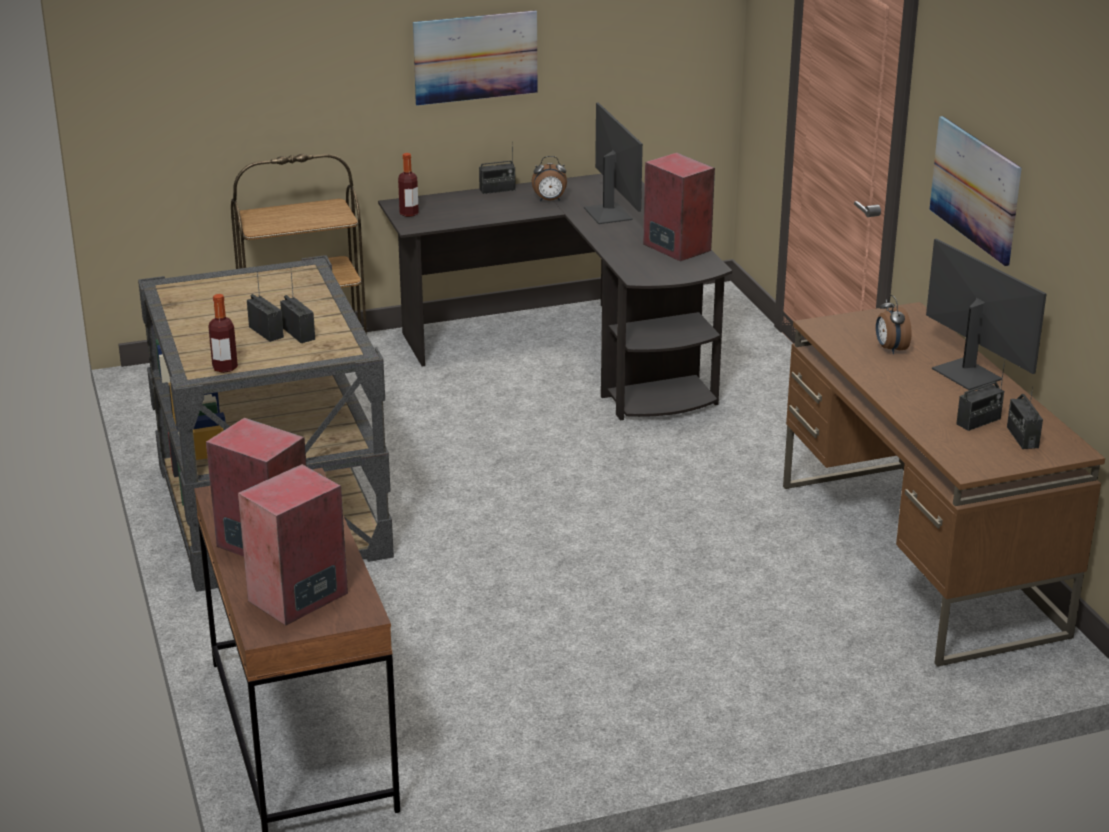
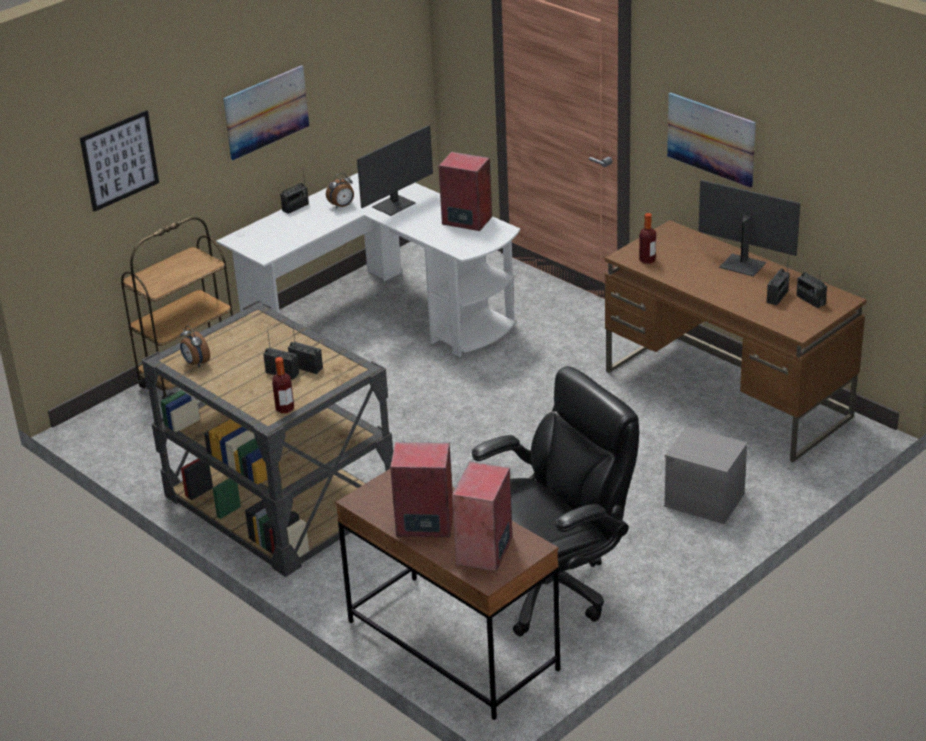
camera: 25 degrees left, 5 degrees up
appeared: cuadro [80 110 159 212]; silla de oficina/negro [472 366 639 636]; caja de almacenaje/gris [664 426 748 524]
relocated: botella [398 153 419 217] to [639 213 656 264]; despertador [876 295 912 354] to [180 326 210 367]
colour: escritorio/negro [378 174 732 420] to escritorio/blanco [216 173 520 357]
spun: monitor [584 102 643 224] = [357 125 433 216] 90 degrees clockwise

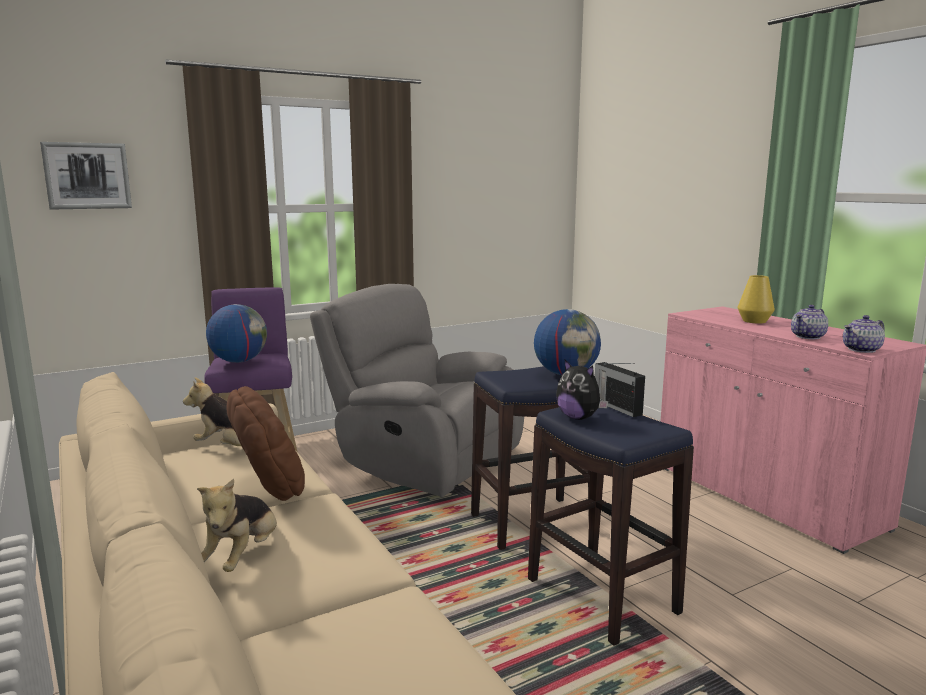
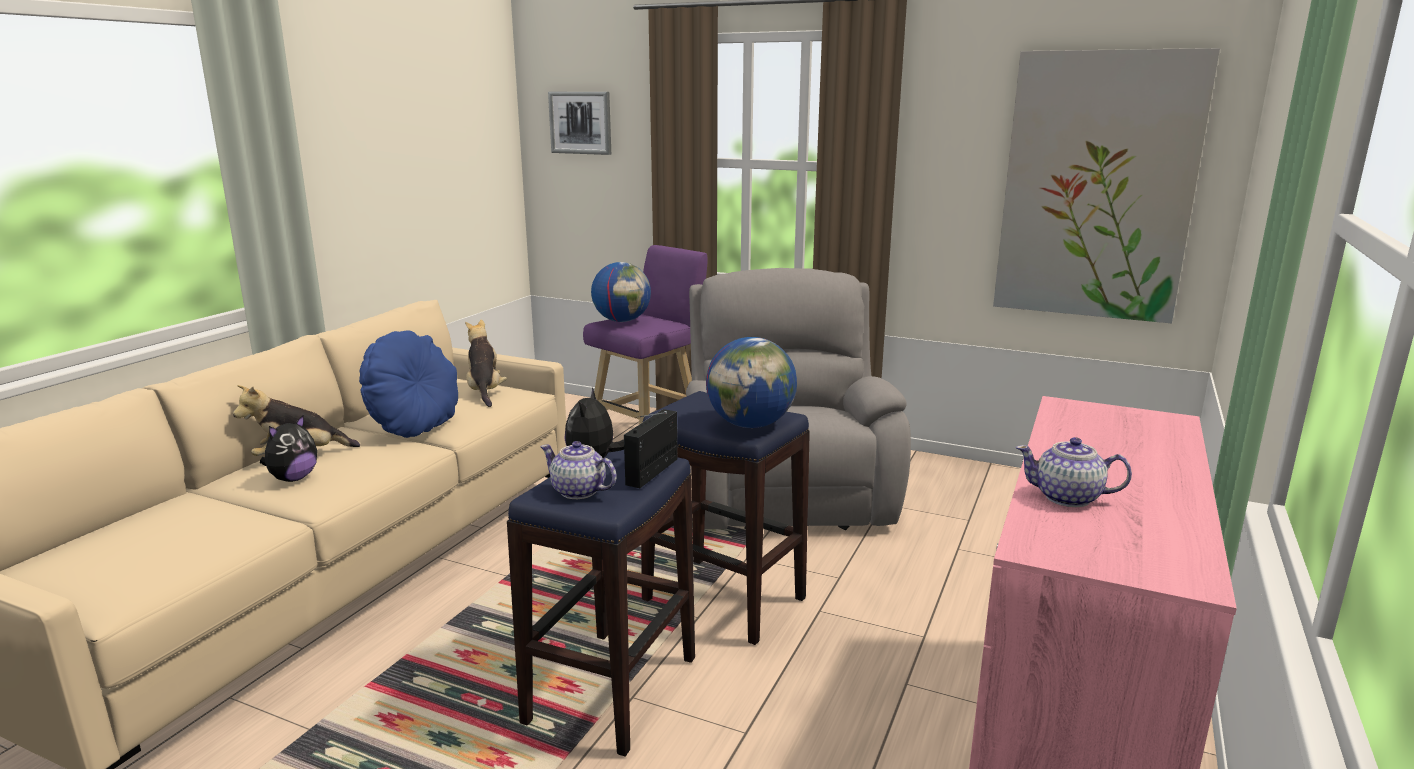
camera: 55 degrees right, 5 degrees up
missing: florero/amarillo [738 275 775 324]
appeared: cuadro [993 48 1220 324]; peluche [260 415 317 482]
relocated: tetera [843 315 885 353] to [540 441 617 499]
colour: cojín/marrón [227 386 305 501] to cojín/azul [359 330 458 438]

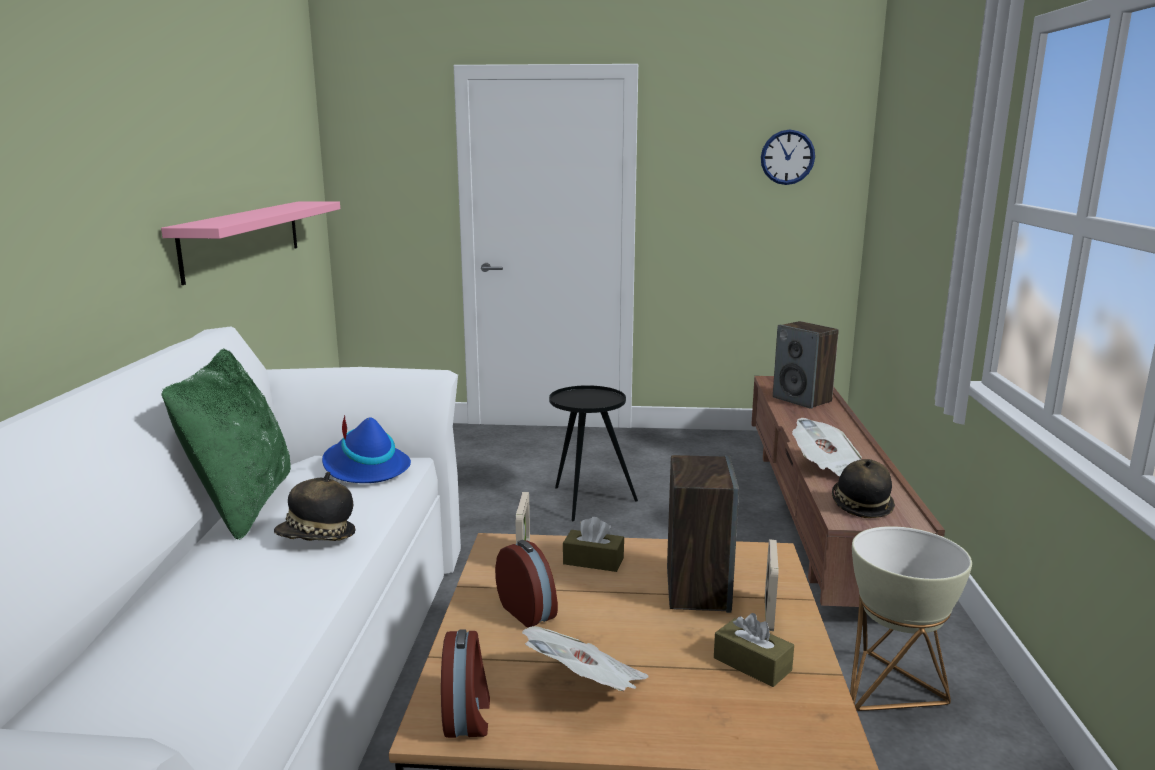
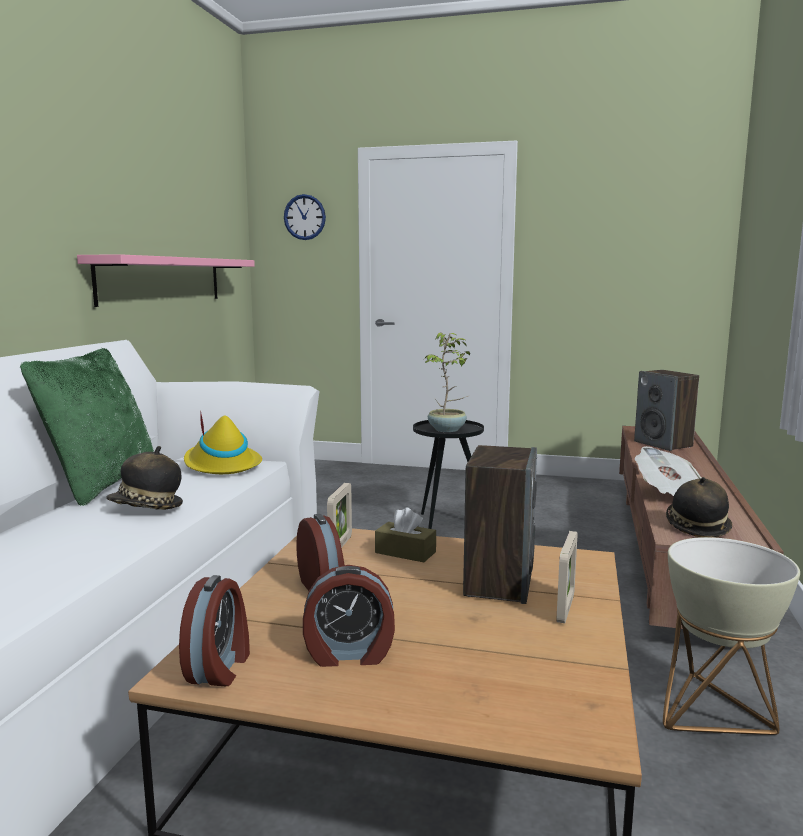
camera: 10 degrees right, 5 degrees down
missing: caja de pañuelos/marrón [714 613 794 687]
appeared: planta en maceta [424 333 470 432]
relocated: reloj de pared [761 129 815 185] to [284 194 326 240]
exchanged: periódico [522 626 649 691] to despertador [303 565 395 667]
colour: sombrero/azul [322 415 411 483] to sombrero/amarillo [184 411 262 474]

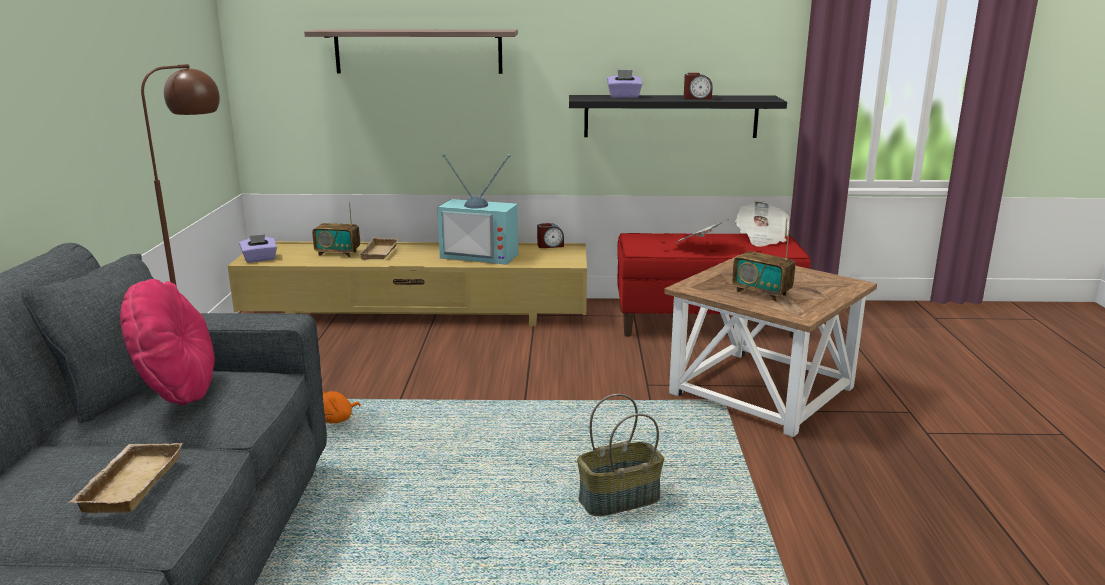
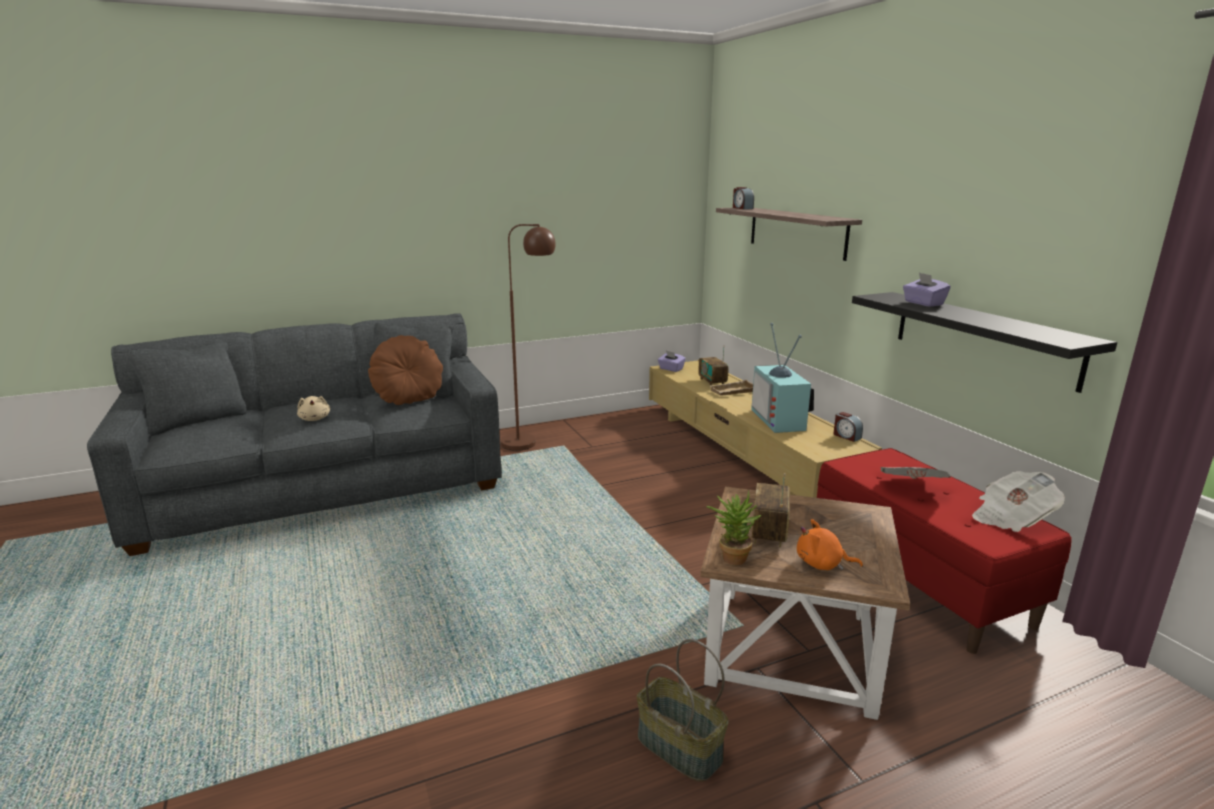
camera: 65 degrees right, 0 degrees up
appeared: planta en maceta [706 491 761 565]
relocated: despertador [684 73 713 99] to [733 187 754 209]; peluche/naranja [323 391 361 423] to [797 519 863 570]; cesta [577 394 664 516] to [637 639 728 782]
exchanged: bandeja/beis [69 443 183 513] to peluche/beis [297 396 330 421]
colour: cojín/rosa [120 279 215 405] to cojín/marrón [368 335 443 405]

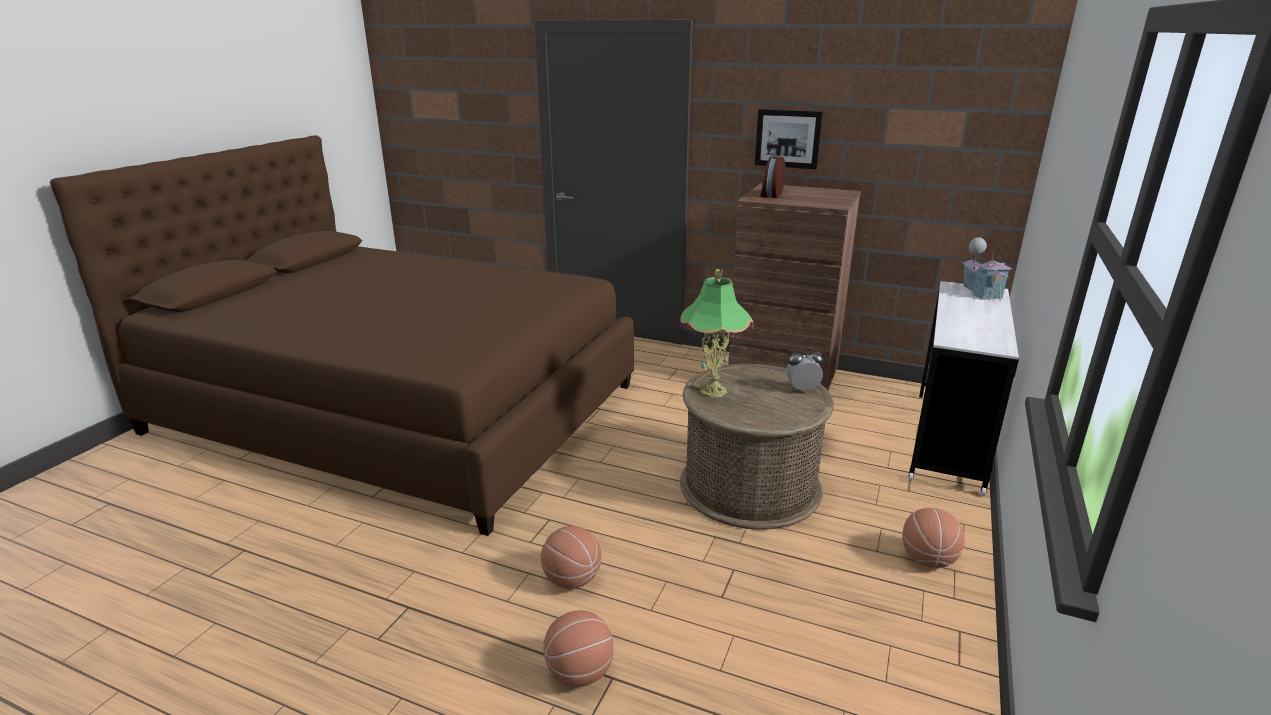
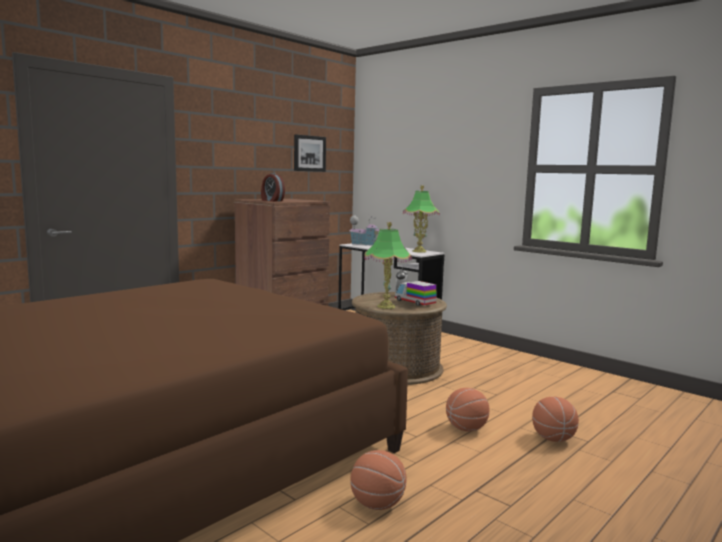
camera: 70 degrees left, 15 degrees down
appeared: lámpara de mesa [403 185 440 253]; camión de juguete [395 281 437 306]
relocated: cuadro [755 109 823 169] to [294 134 326 172]; balón de baloncesto [902 508 964 568] to [350 450 407 510]

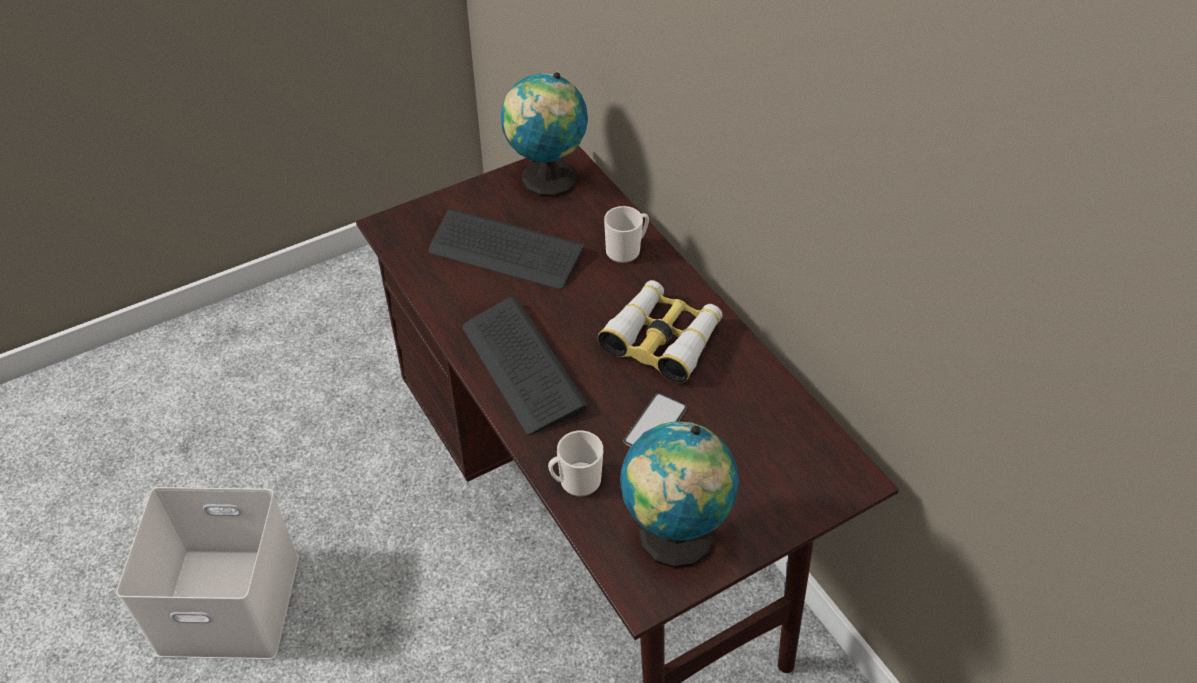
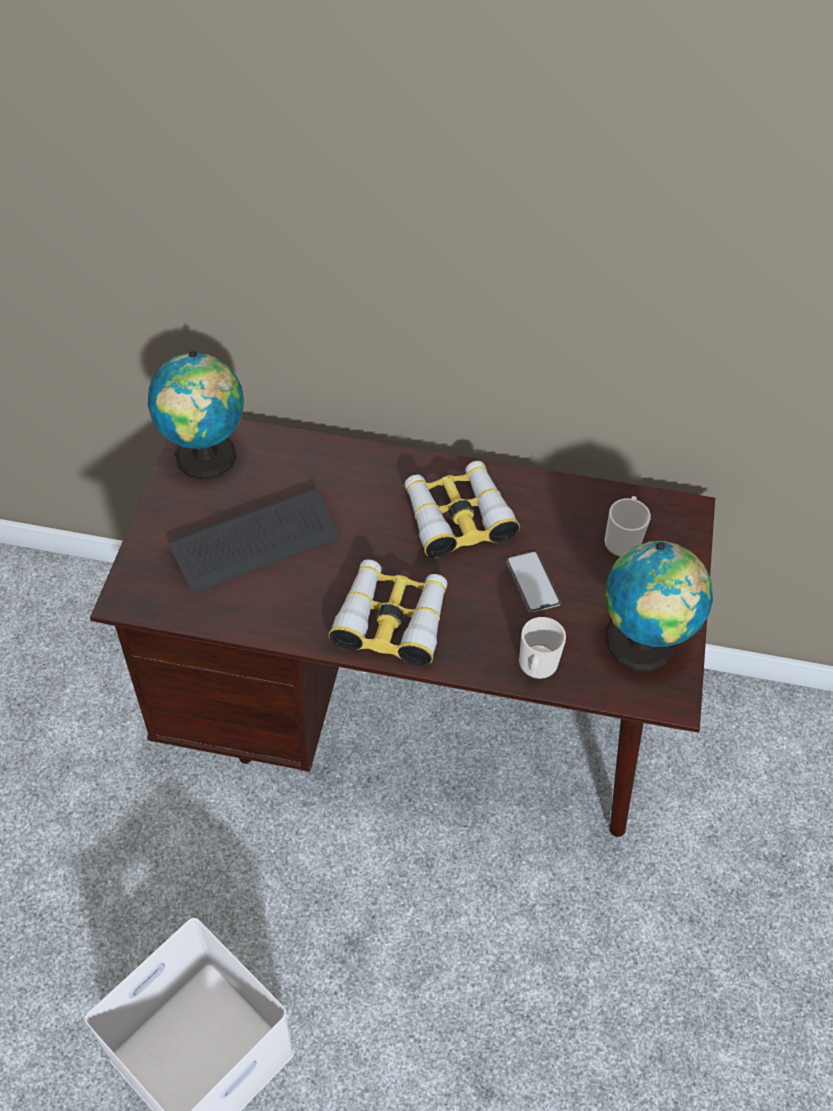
camera: 50 degrees left, 5 degrees up
relocated: taza grande [604 206 649 263] to [604 496 651 557]
exchanged: teclado [462 297 588 435] to prismáticos [329 559 448 666]

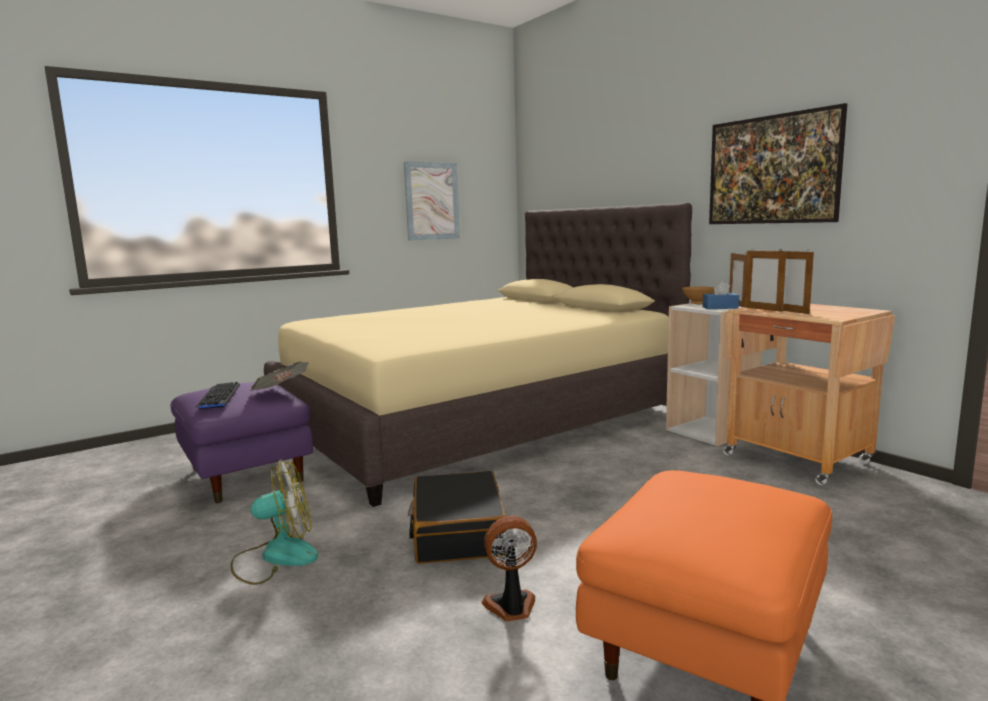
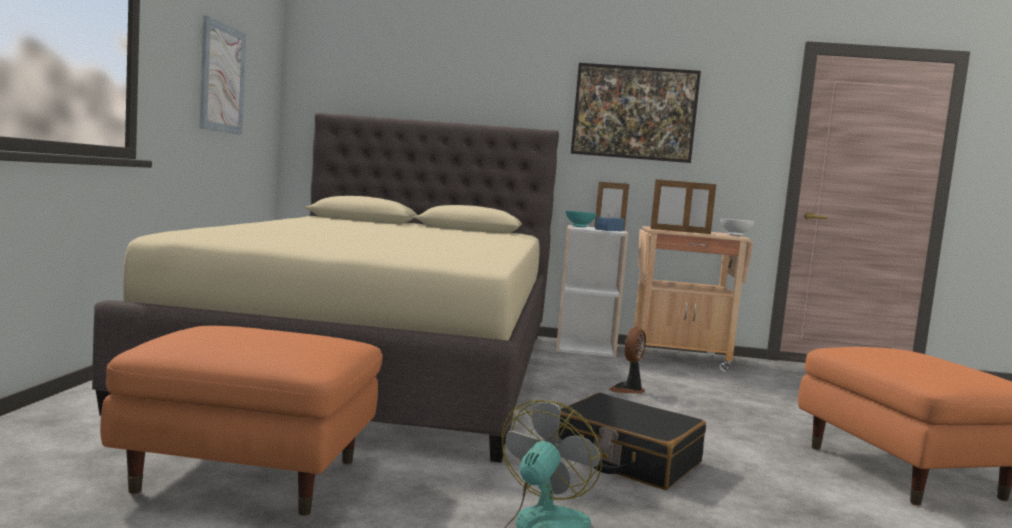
camera: 50 degrees left, 5 degrees down
missing: periódico [250 362 309 391]; teclado [195 382 240 409]
appeared: cuenco/blanco [720 218 755 236]
relocated: ventilador [482 516 537 621] to [609 326 646 394]
colour: cuenco/marrón [682 286 715 304] to cuenco/turquesa [566 211 597 227]; puf/morado [170 382 313 503] to puf/naranja [100 326 383 516]

